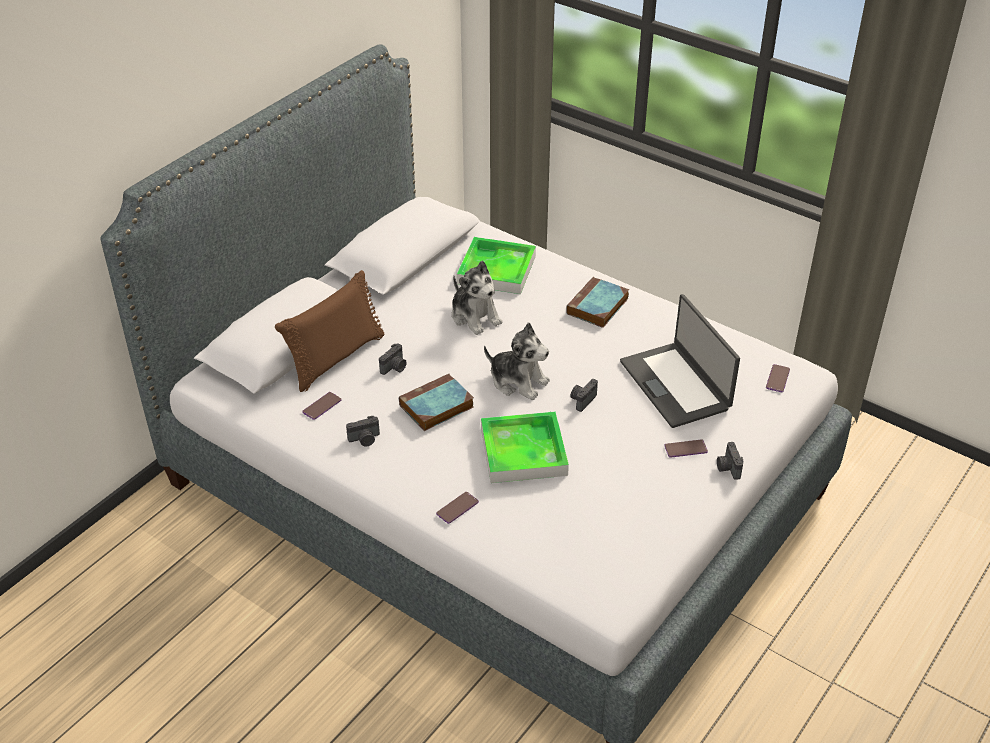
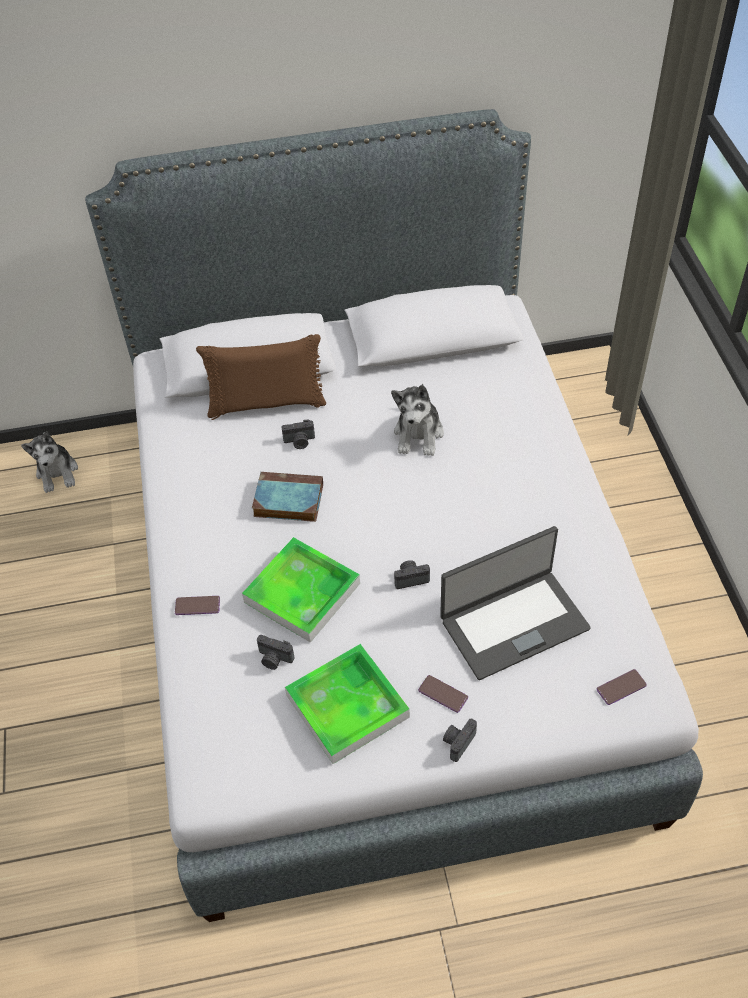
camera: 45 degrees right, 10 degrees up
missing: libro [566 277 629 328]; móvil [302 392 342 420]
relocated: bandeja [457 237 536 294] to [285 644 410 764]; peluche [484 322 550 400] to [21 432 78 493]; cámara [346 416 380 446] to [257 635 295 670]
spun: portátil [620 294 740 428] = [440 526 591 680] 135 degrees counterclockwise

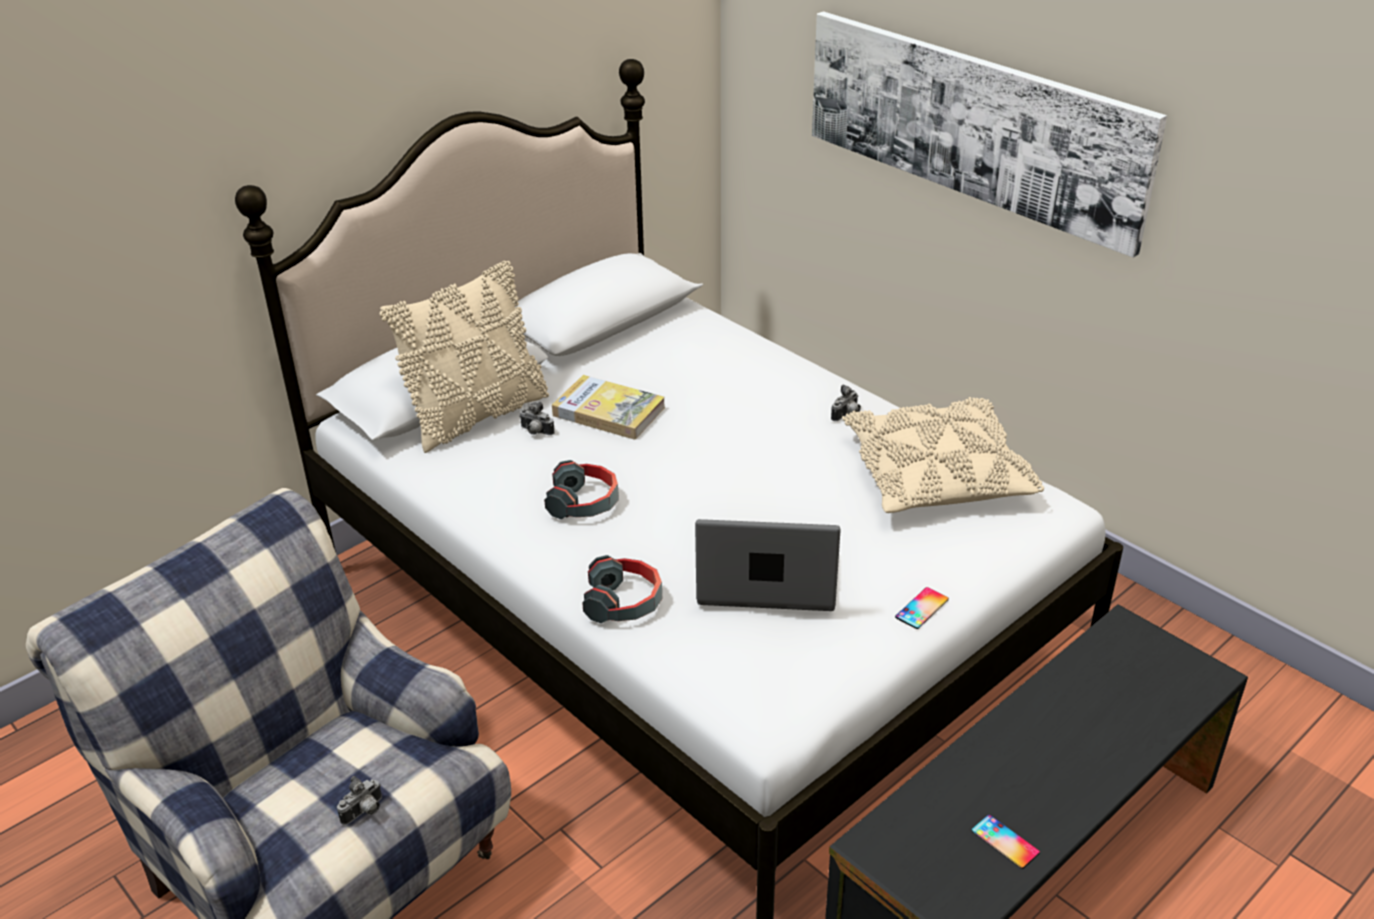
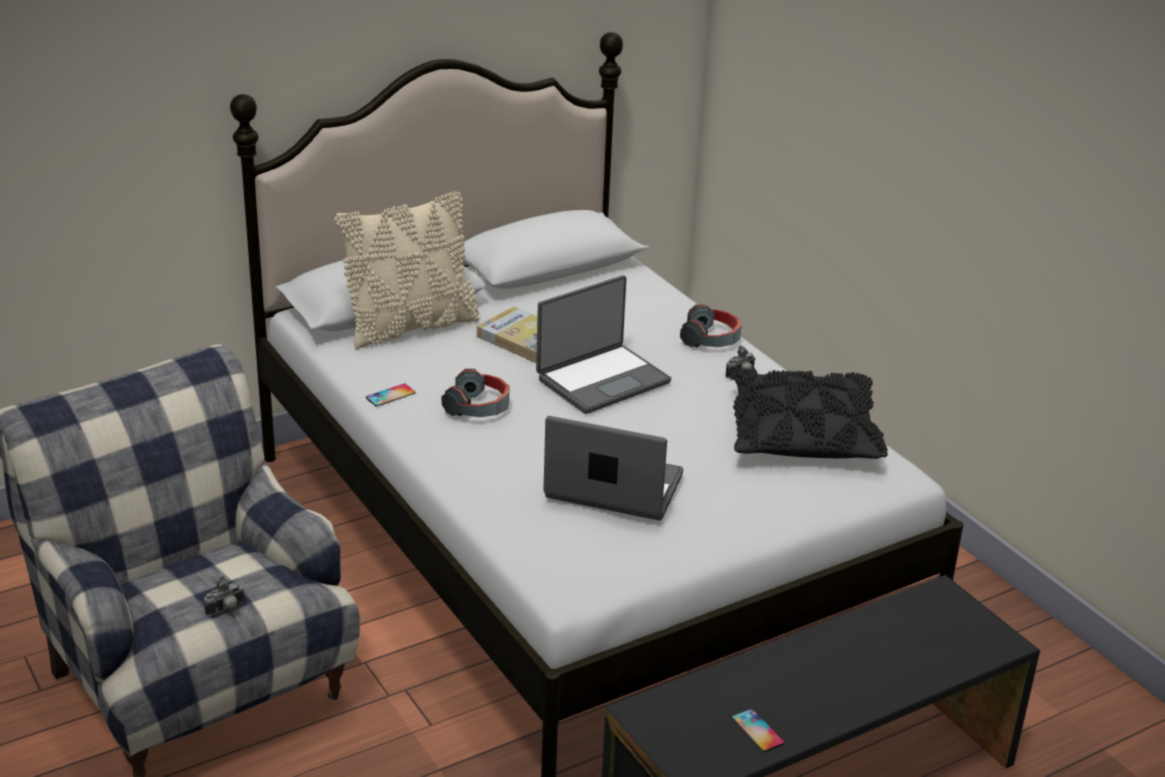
camera: 10 degrees right, 5 degrees down
missing: cuadro [812 11 1167 258]; cámara [519 402 555 435]
appeared: portátil [536 275 671 414]
relocated: auriculares [582 555 662 623] to [680 304 742 347]; móvil [895 587 949 629] to [366 383 415 407]
colour: cojín/beis [842 397 1044 513] to cojín/negro [729 367 888 459]

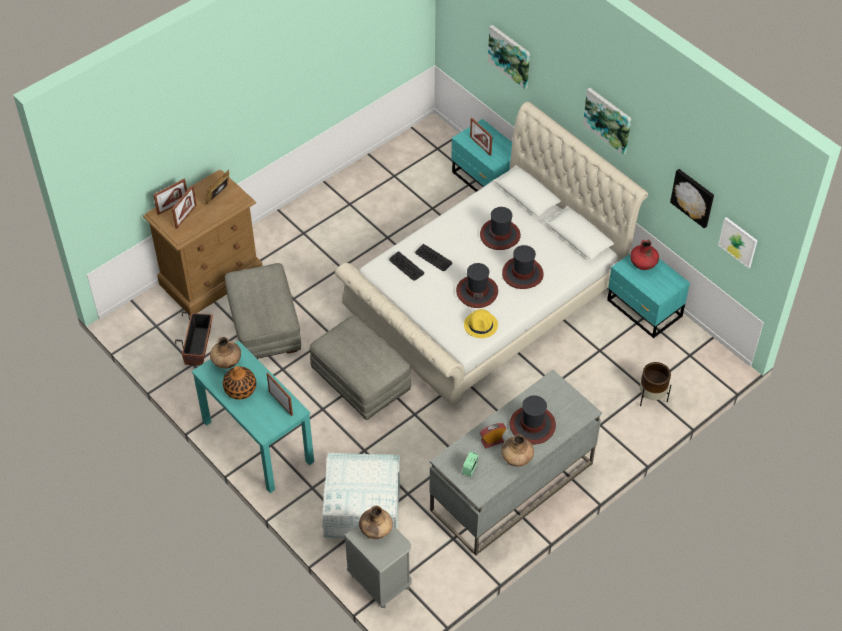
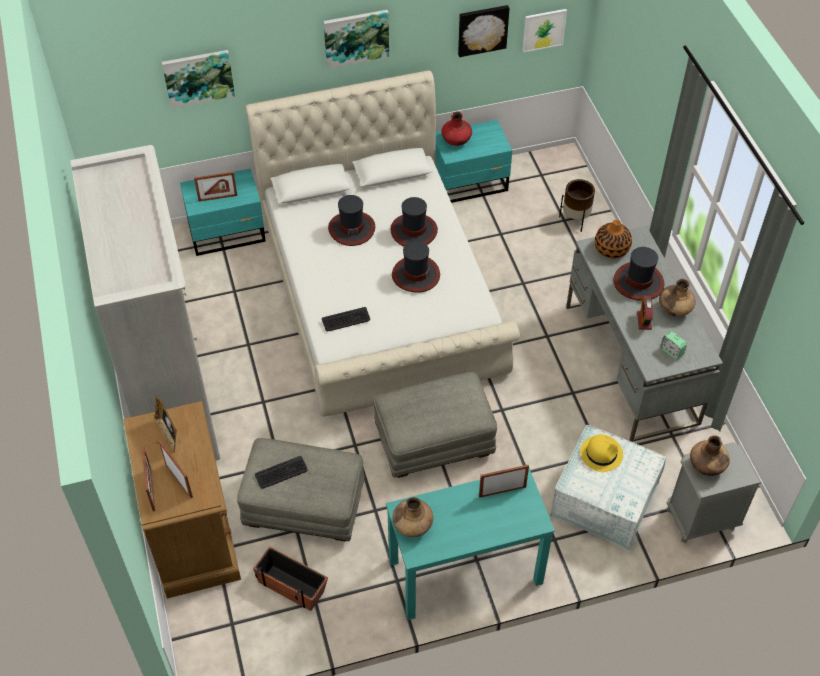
camera: 65 degrees left, 0 degrees up
appeared: armario ropero/blanco [70 145 220 460]
relocated: teclado [415 244 452 271] to [255 456 308 489]; sombrero/amarillo [464 309 498 338] to [580 434 623 472]; florero [223 366 256 400] to [595 219 632 259]

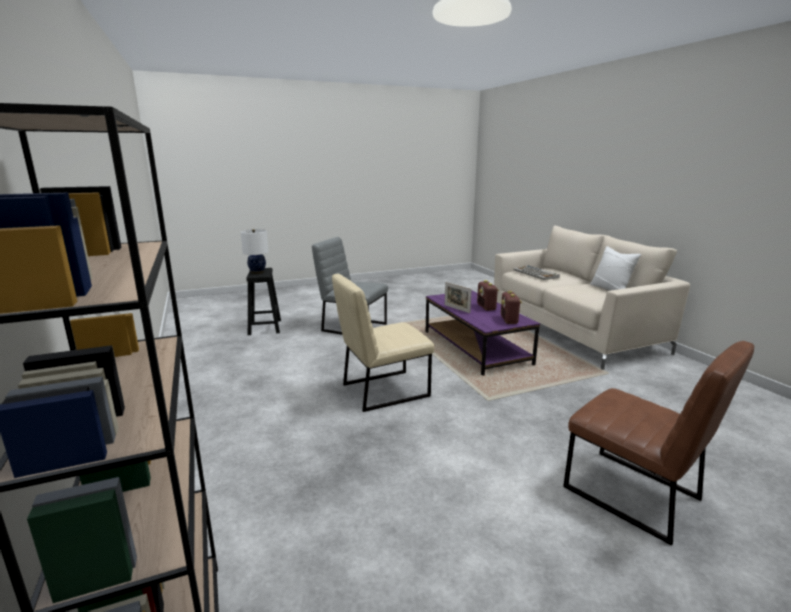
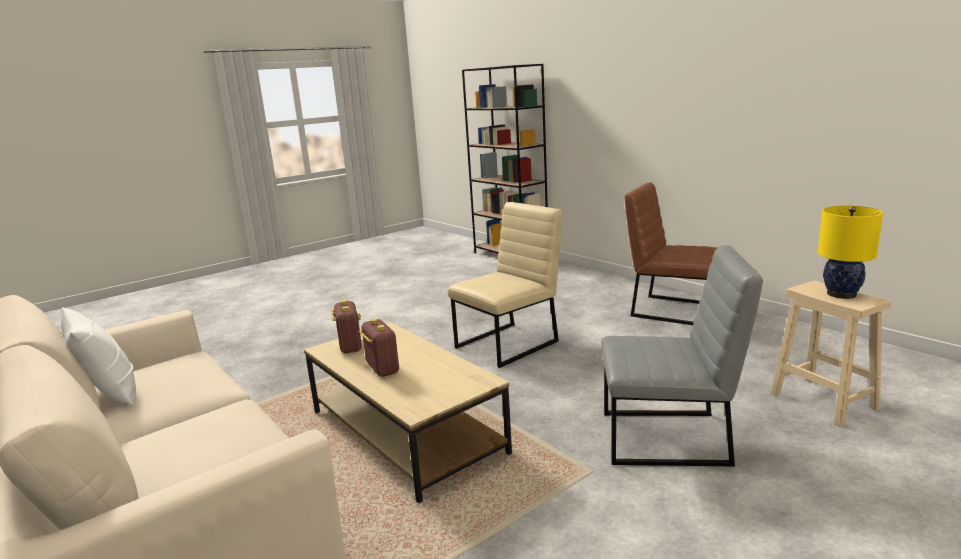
camera: 165 degrees right, 0 degrees up
missing: teclado [514 265 560 280]; portarretratos [445 282 472 313]
relocated: silla/marrón [563 341 754 545] to [625 183 718 325]
colour: lámpara de mesa/blanco [241 229 269 274] to lámpara de mesa/amarillo [818 206 883 299]; taburete/negro [247 268 281 335] to taburete/beis [771 281 891 427]; mesa de centro/morado [426 290 540 376] to mesa de centro/beis [304 322 512 503]

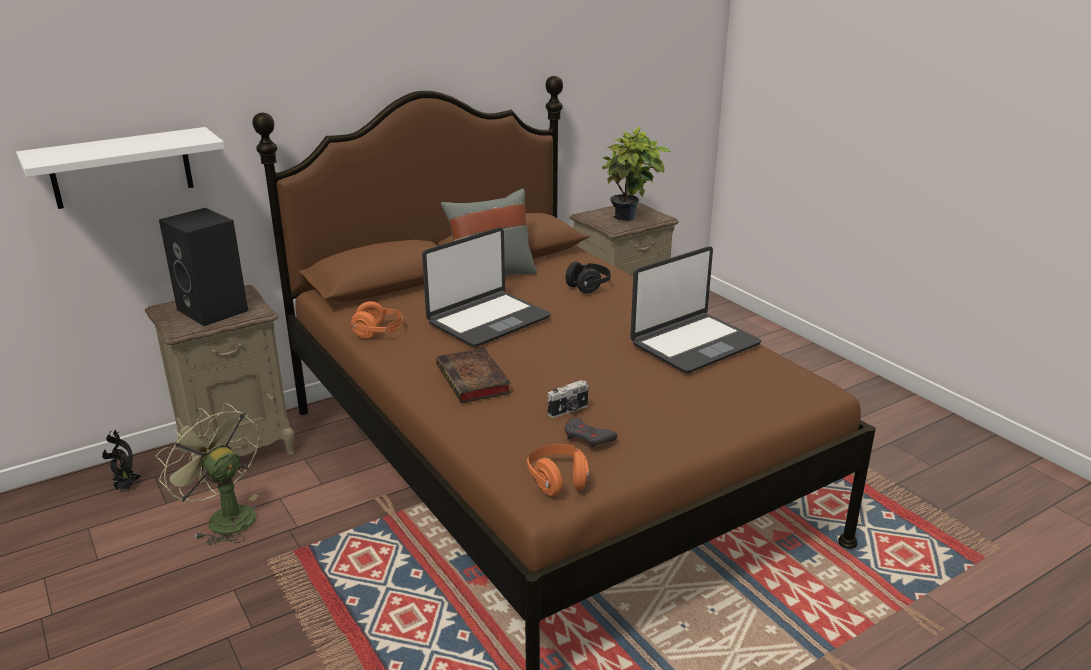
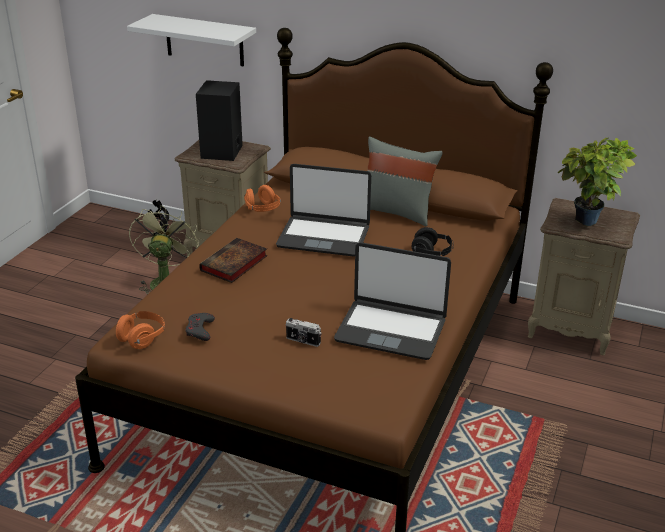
camera: 55 degrees right, 5 degrees up
relocated: cámara [547 380 589 418] to [286 318 321 347]

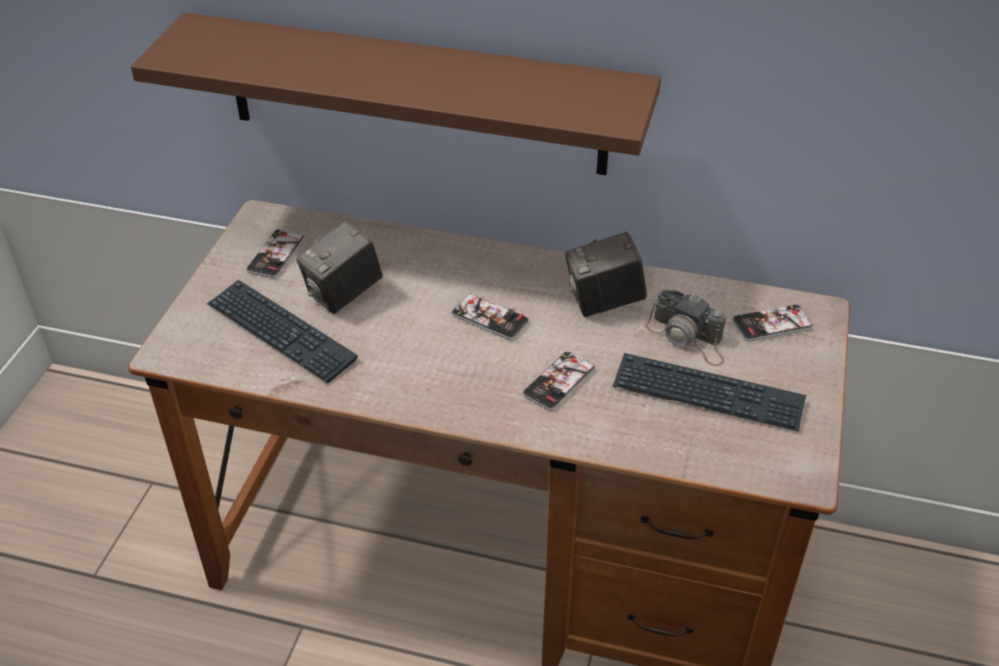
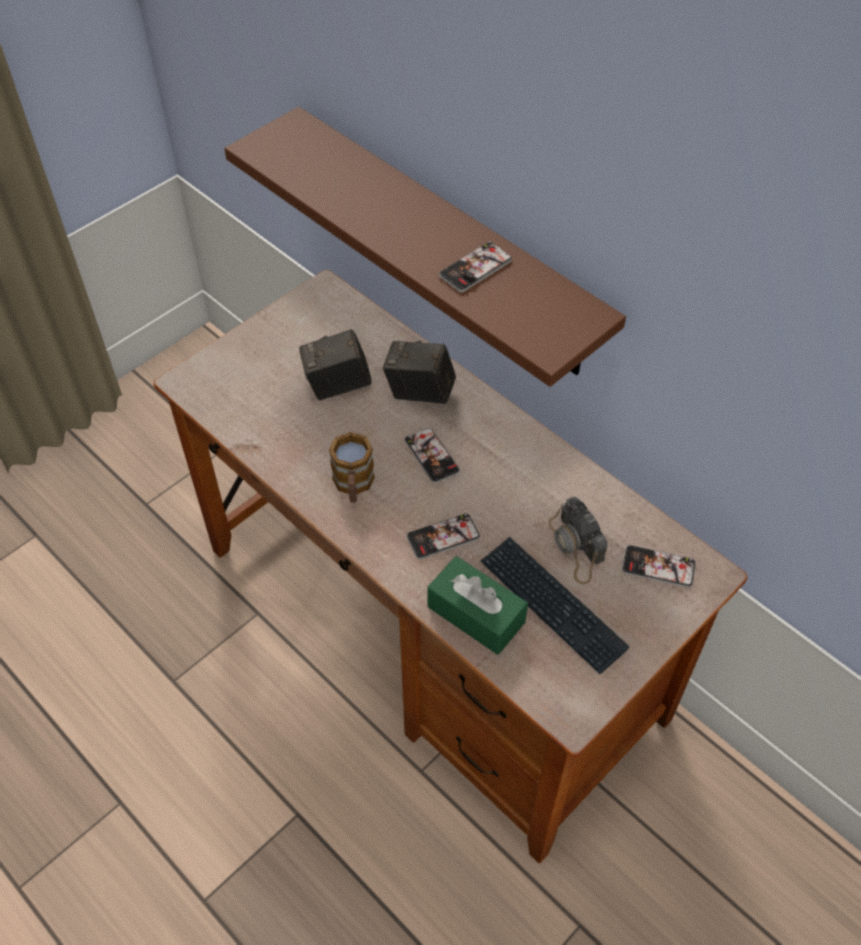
camera: 30 degrees right, 10 degrees up
missing: teclado [206 280 357 383]
appeared: taza grande [329 432 375 503]; caja de pañuelos/verde [427 556 528 655]
relocated: móvil [246 229 305 278] to [439 241 512 292]; cámara [565 232 647 317] to [383 340 456 404]

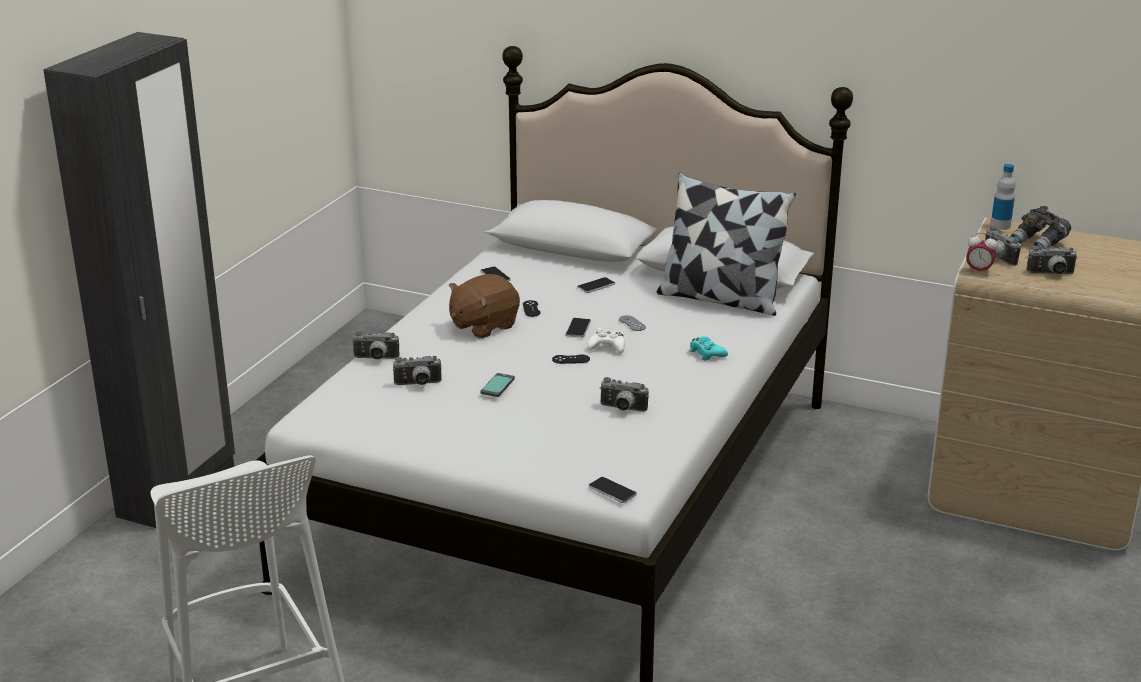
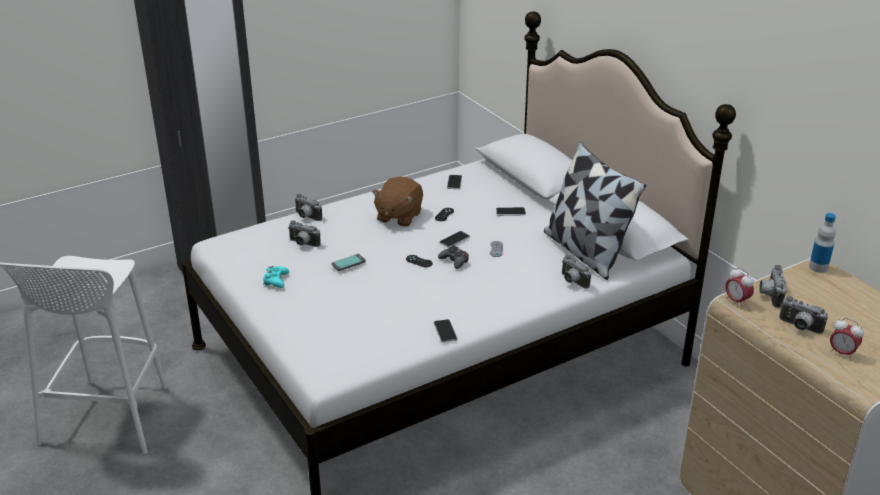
camera: 35 degrees right, 5 degrees up
missing: prismáticos/gris [1011 206 1071 249]
appeared: despertador [830 318 864 359]
relocated: mando de consola/turquesa [690 336 728 360] to [263 266 289 288]; cámara [600 377 649 412] to [562 255 592 289]; móvil [588 477 637 503] to [434 319 458 342]
colour: mando de consola/blanco [587 328 625 353] to mando de consola/negro [438 245 469 269]
spun: peluche/marrón [449 274 520 338] = [372 177 423 227] 60 degrees counterclockwise

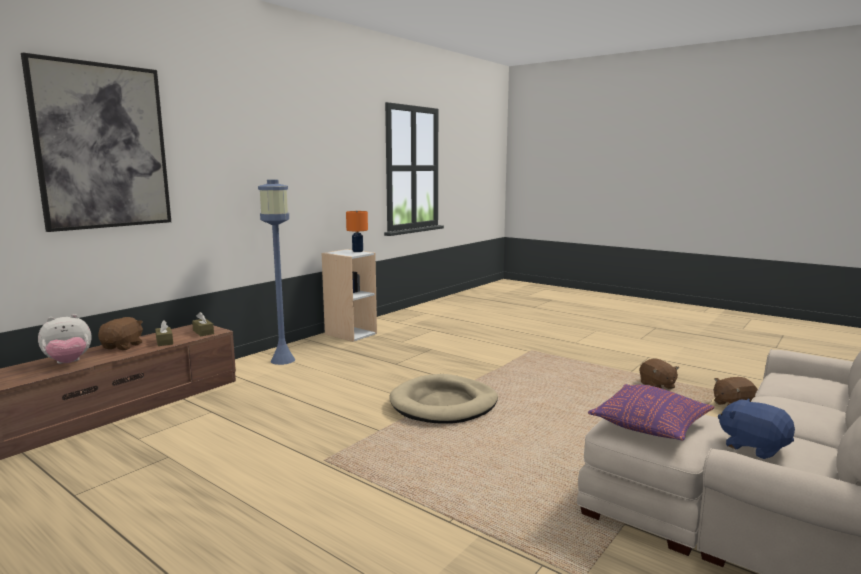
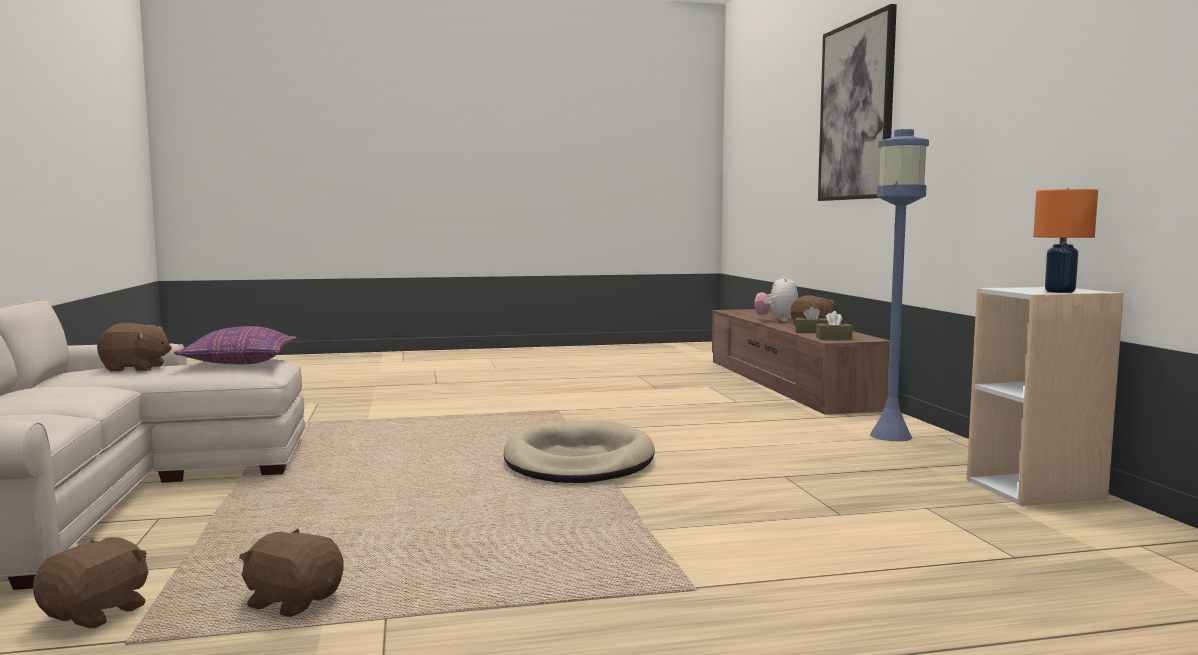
camera: 130 degrees right, 5 degrees down
colour: peluche/azul [718 398 795 459] to peluche/marrón [97 323 172 371]

